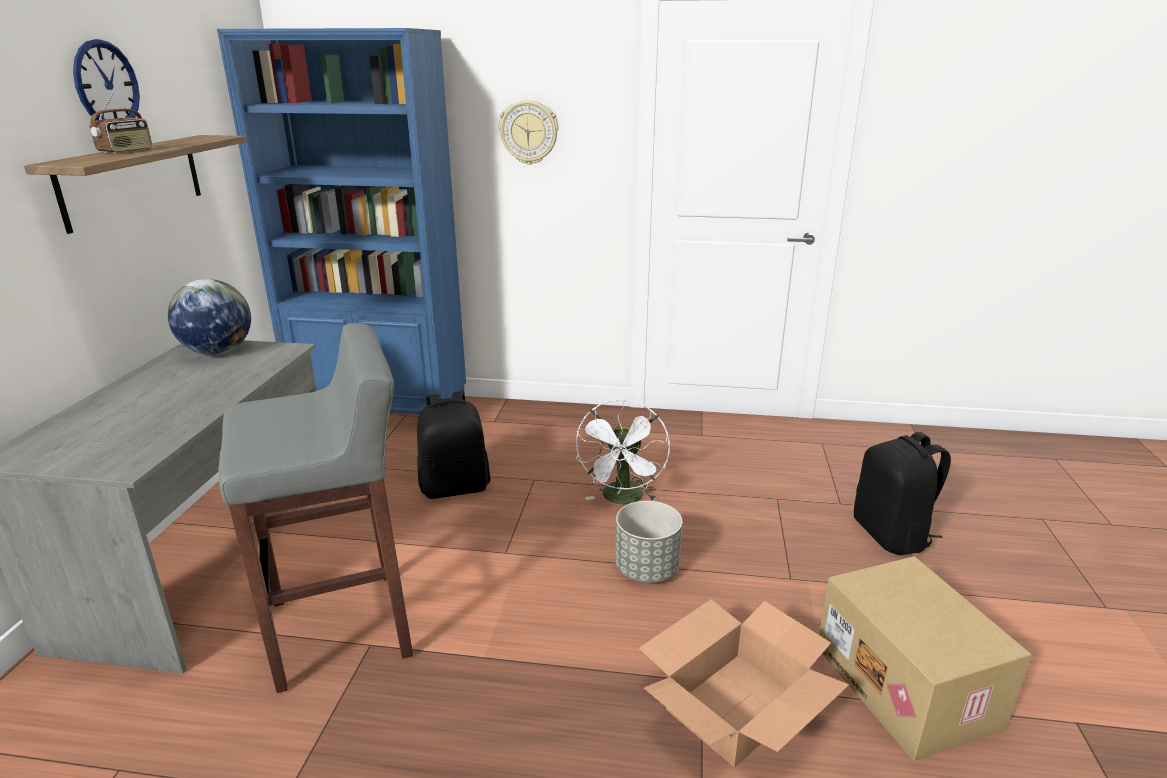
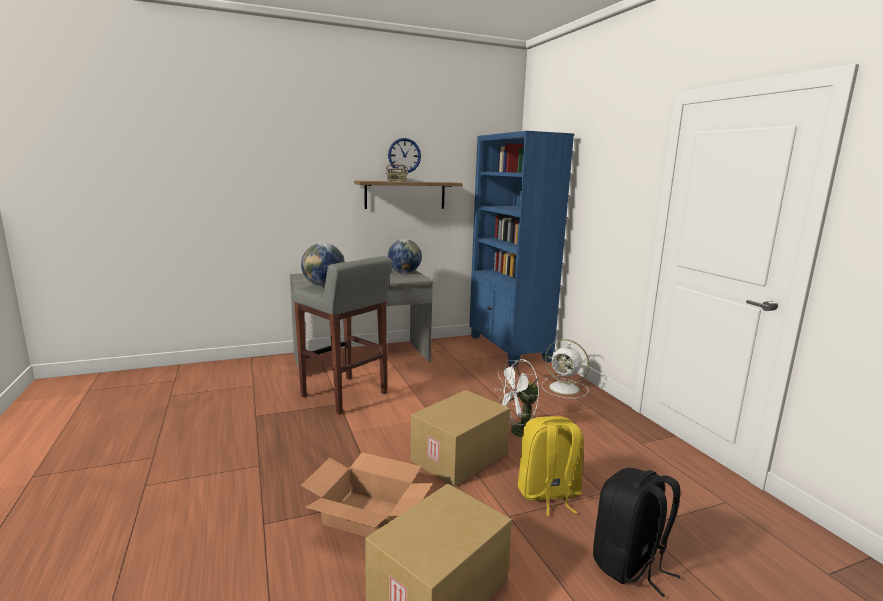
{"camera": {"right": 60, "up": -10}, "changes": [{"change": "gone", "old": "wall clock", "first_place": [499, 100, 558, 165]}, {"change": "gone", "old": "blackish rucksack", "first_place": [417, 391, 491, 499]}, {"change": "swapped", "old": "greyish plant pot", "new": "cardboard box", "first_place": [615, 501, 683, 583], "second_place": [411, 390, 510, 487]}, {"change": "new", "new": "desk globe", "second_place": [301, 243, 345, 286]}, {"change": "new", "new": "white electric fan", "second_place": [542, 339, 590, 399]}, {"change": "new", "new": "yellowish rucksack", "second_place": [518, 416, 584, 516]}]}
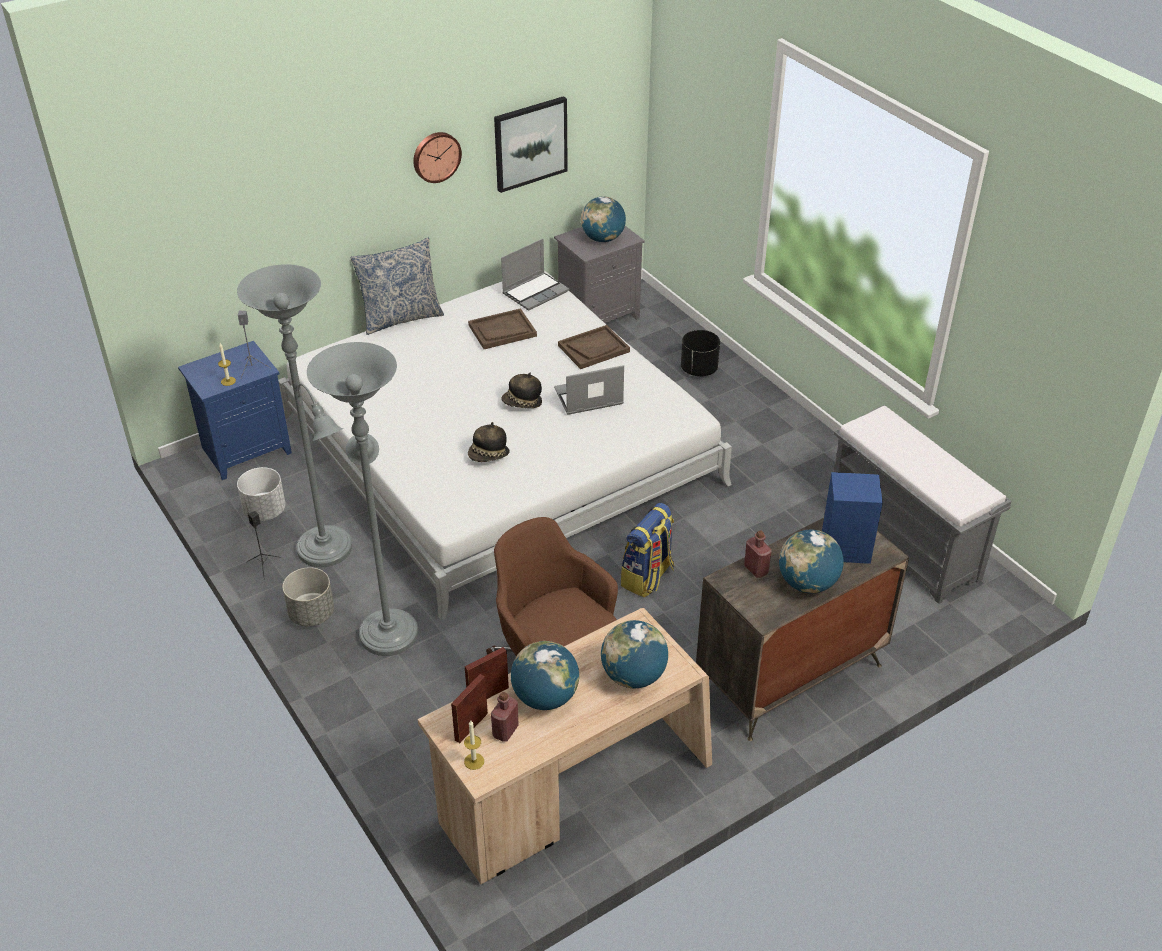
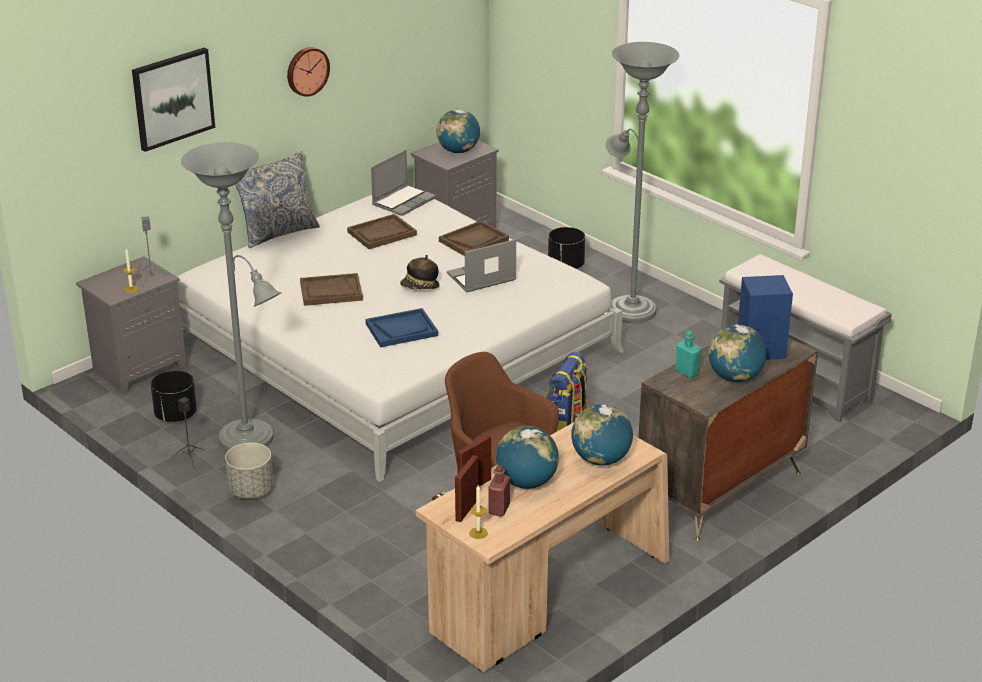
{"camera": {"right": -10, "up": -10}, "changes": [{"change": "shifted", "old": "wall picture", "first_place": [494, 96, 568, 193], "second_place": [132, 48, 215, 152]}, {"change": "repainted", "old": "bluish night table", "new": "greyish night table", "first_place": [178, 341, 292, 480], "second_place": [76, 256, 187, 395]}, {"change": "shifted", "old": "greyish floor lamp", "first_place": [307, 342, 418, 656], "second_place": [606, 42, 680, 323]}, {"change": "swapped", "old": "hat", "new": "bluish serving tray", "first_place": [468, 422, 510, 462], "second_place": [366, 308, 438, 347]}, {"change": "repainted", "old": "white plant pot", "new": "blackish plant pot", "first_place": [237, 467, 286, 521], "second_place": [150, 371, 197, 422]}, {"change": "repainted", "old": "red drink bottle", "new": "turquoise-coloured drink bottle", "first_place": [744, 530, 772, 578], "second_place": [675, 331, 701, 378]}, {"change": "new", "new": "brown serving tray", "second_place": [300, 273, 363, 306]}]}
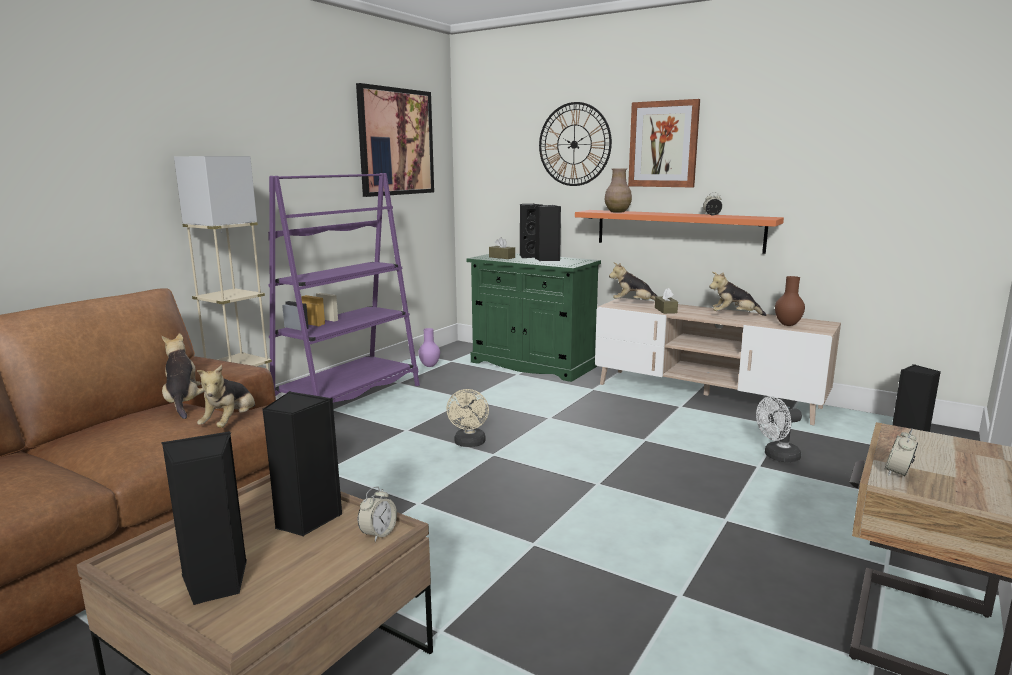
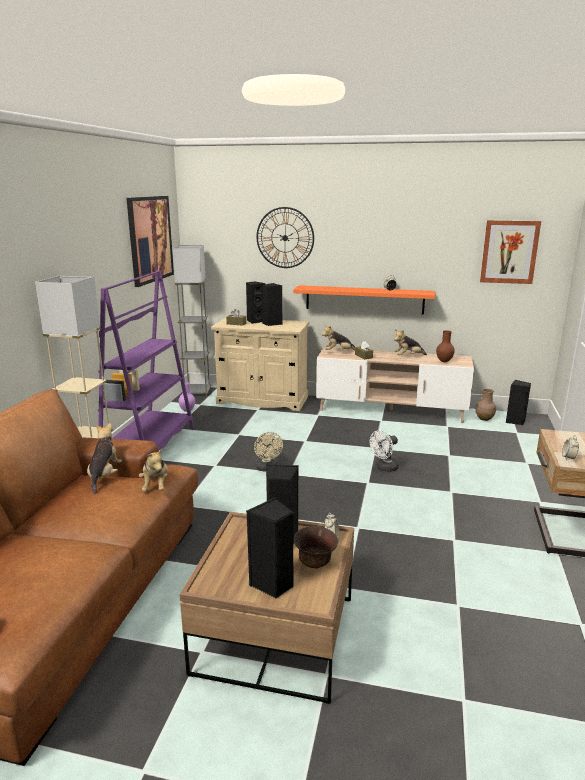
{"camera": {"right": -20, "up": 5}, "changes": [{"change": "shifted", "old": "wall picture", "first_place": [628, 99, 700, 188], "second_place": [480, 220, 541, 284]}, {"change": "shifted", "old": "brown vase", "first_place": [604, 168, 632, 213], "second_place": [475, 389, 496, 421]}, {"change": "repainted", "old": "greenish cabinet", "new": "beige-coloured cabinet", "first_place": [467, 253, 601, 382], "second_place": [211, 317, 309, 411]}, {"change": "rotated", "old": "plush toy", "first_place": [162, 333, 205, 419], "second_place": [87, 423, 122, 494], "degrees": 45}, {"change": "shifted", "old": "white electric fan", "first_place": [756, 396, 802, 462], "second_place": [370, 430, 399, 472]}, {"change": "new", "new": "greyish floor lamp", "second_place": [173, 245, 211, 397]}, {"change": "new", "new": "brown deep dish", "second_place": [294, 526, 338, 568]}]}
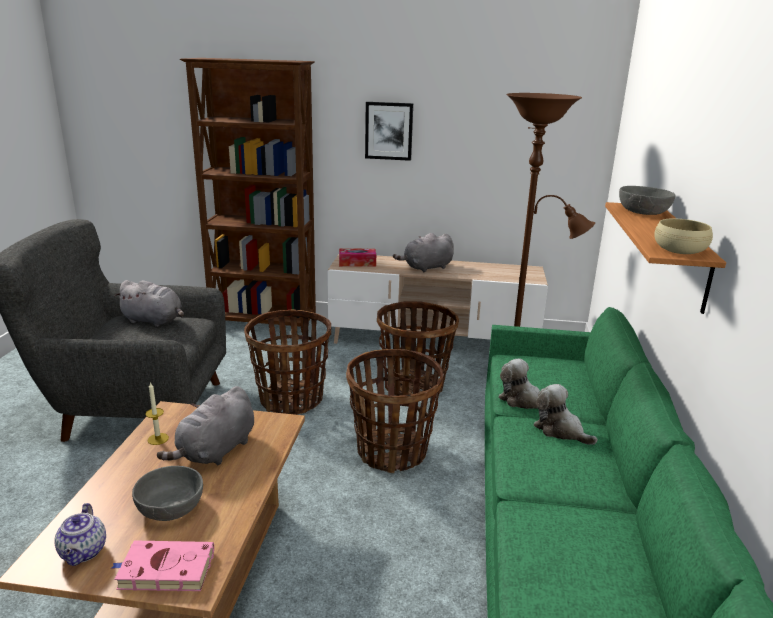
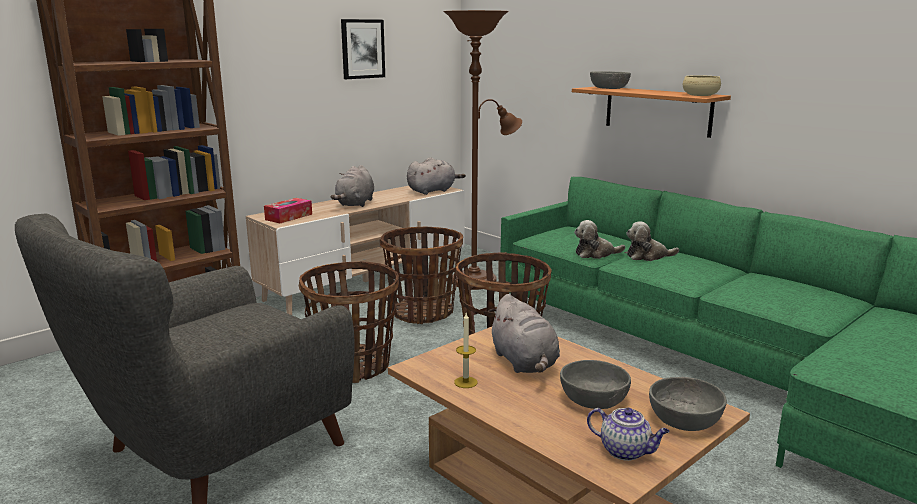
{"camera": {"right": -50, "up": -5}, "changes": [{"change": "shifted", "old": "wall picture", "first_place": [365, 102, 413, 161], "second_place": [341, 19, 385, 79]}, {"change": "shifted", "old": "greyish plush toy", "first_place": [114, 280, 184, 327], "second_place": [407, 157, 466, 195]}, {"change": "swapped", "old": "pink book", "new": "greyish deep dish", "first_place": [111, 540, 214, 591], "second_place": [649, 377, 727, 431]}]}
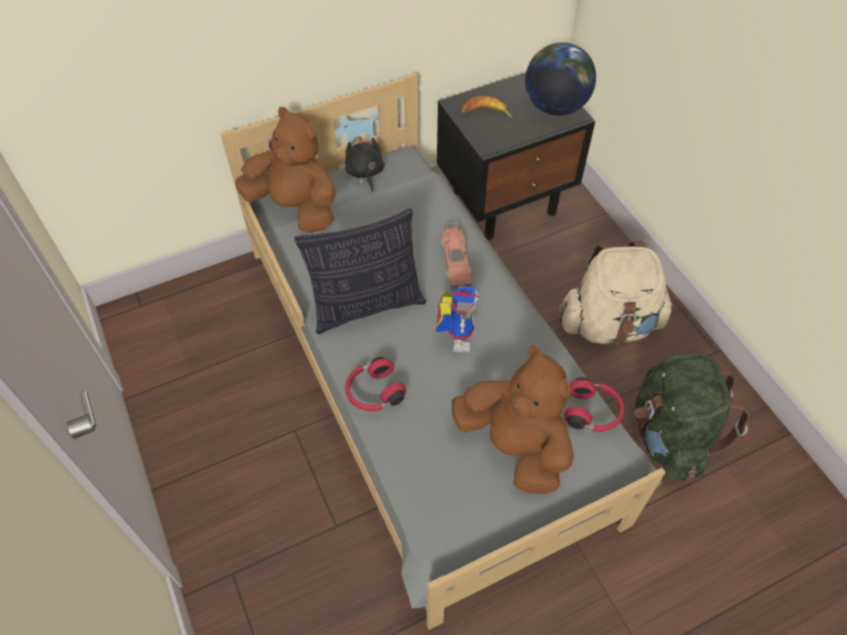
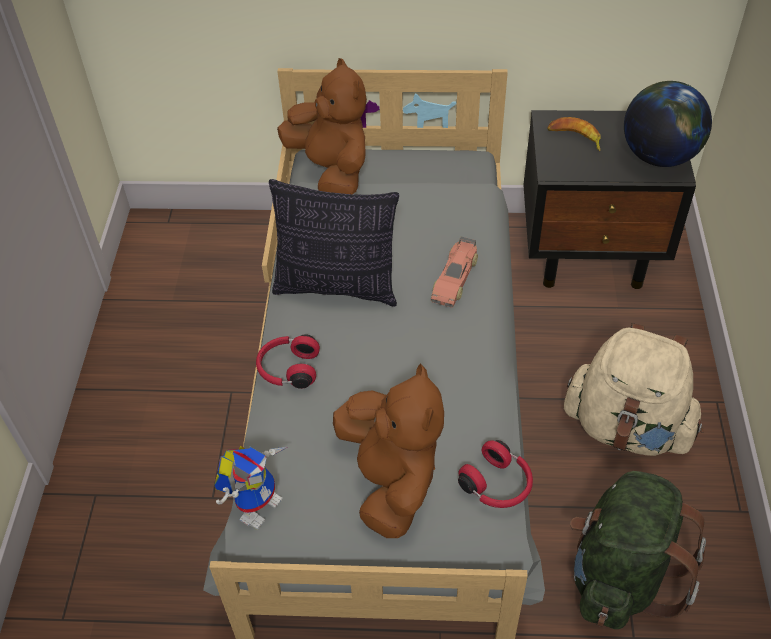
{"camera": {"right": 30, "up": -5}, "changes": [{"change": "gone", "old": "blackish plush toy", "first_place": [345, 136, 384, 192]}, {"change": "shifted", "old": "toy robot", "first_place": [436, 285, 479, 352], "second_place": [215, 445, 287, 530]}]}
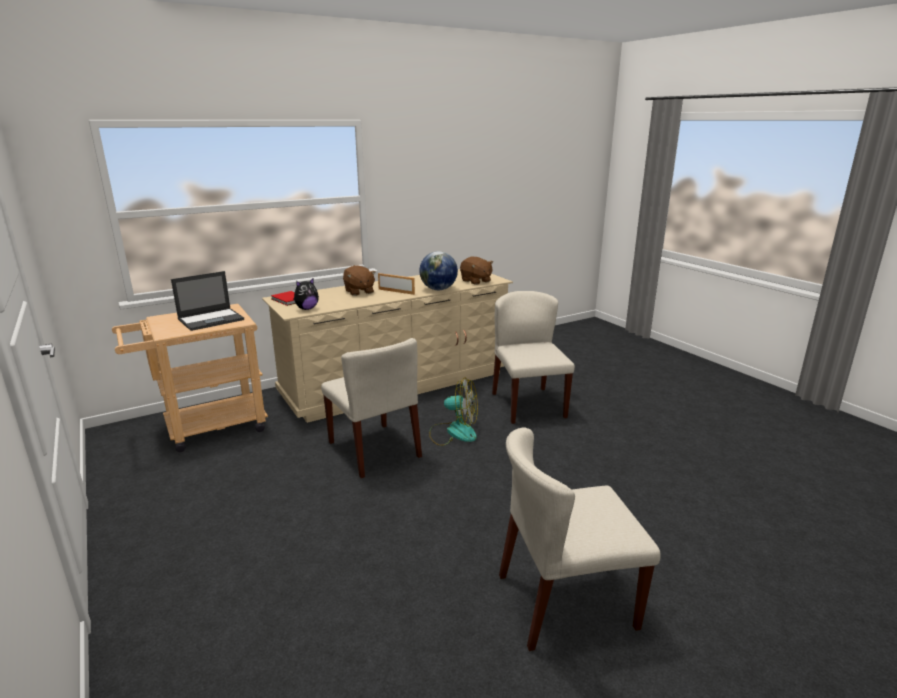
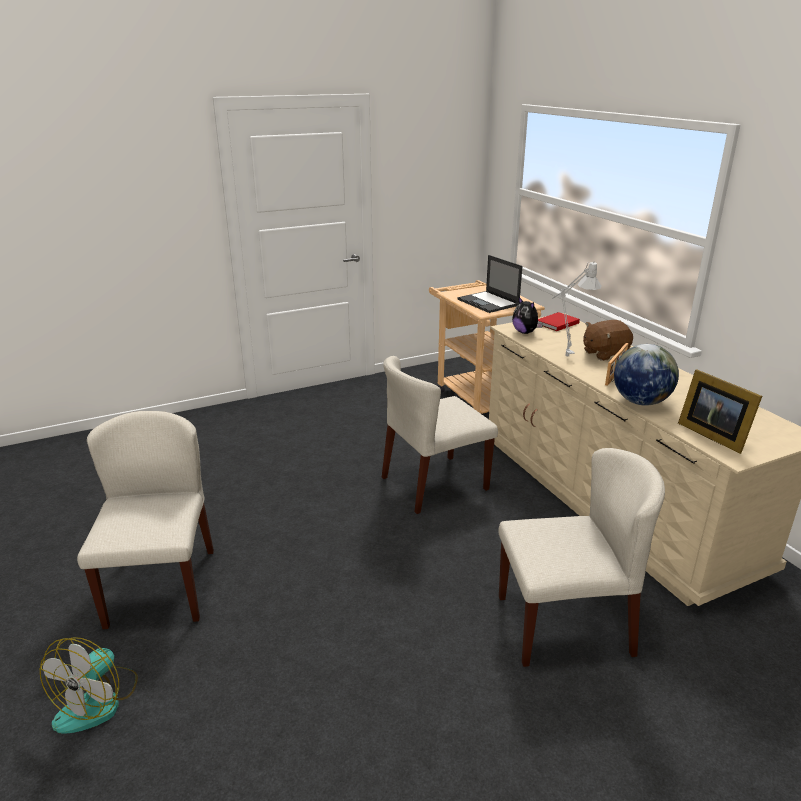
{"camera": {"right": 95, "up": 5}, "changes": [{"change": "swapped", "old": "brown plush toy", "new": "picture frame", "first_place": [460, 257, 493, 285], "second_place": [678, 369, 762, 454]}, {"change": "shifted", "old": "electric fan", "first_place": [429, 378, 478, 446], "second_place": [40, 637, 138, 734]}, {"change": "new", "new": "greyish table lamp", "second_place": [552, 261, 602, 357]}]}
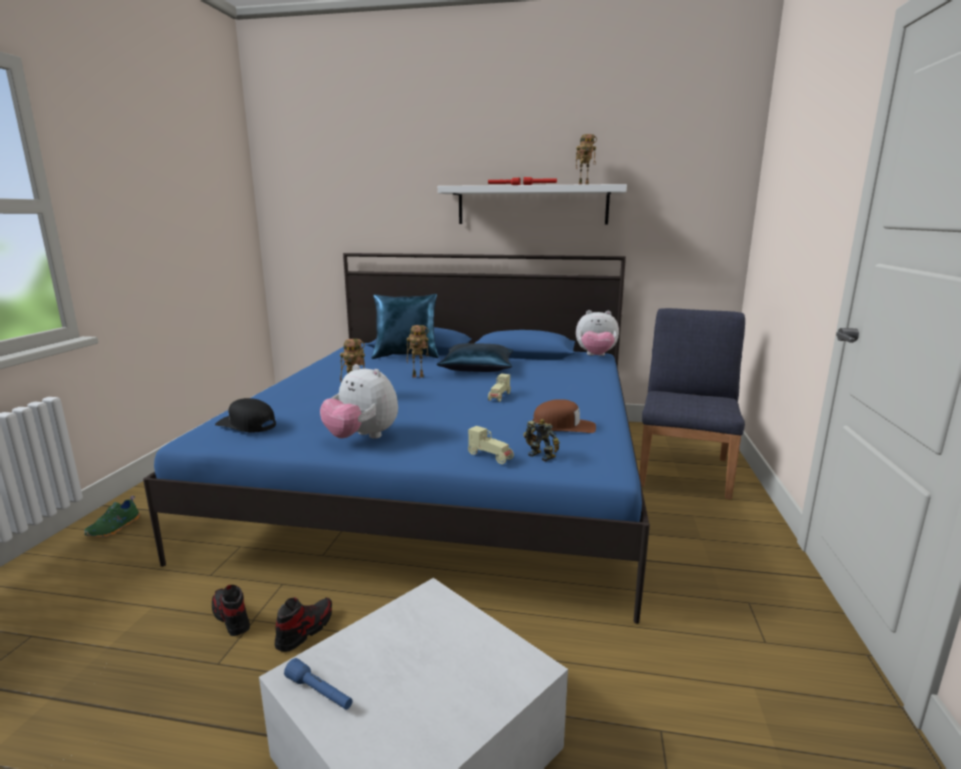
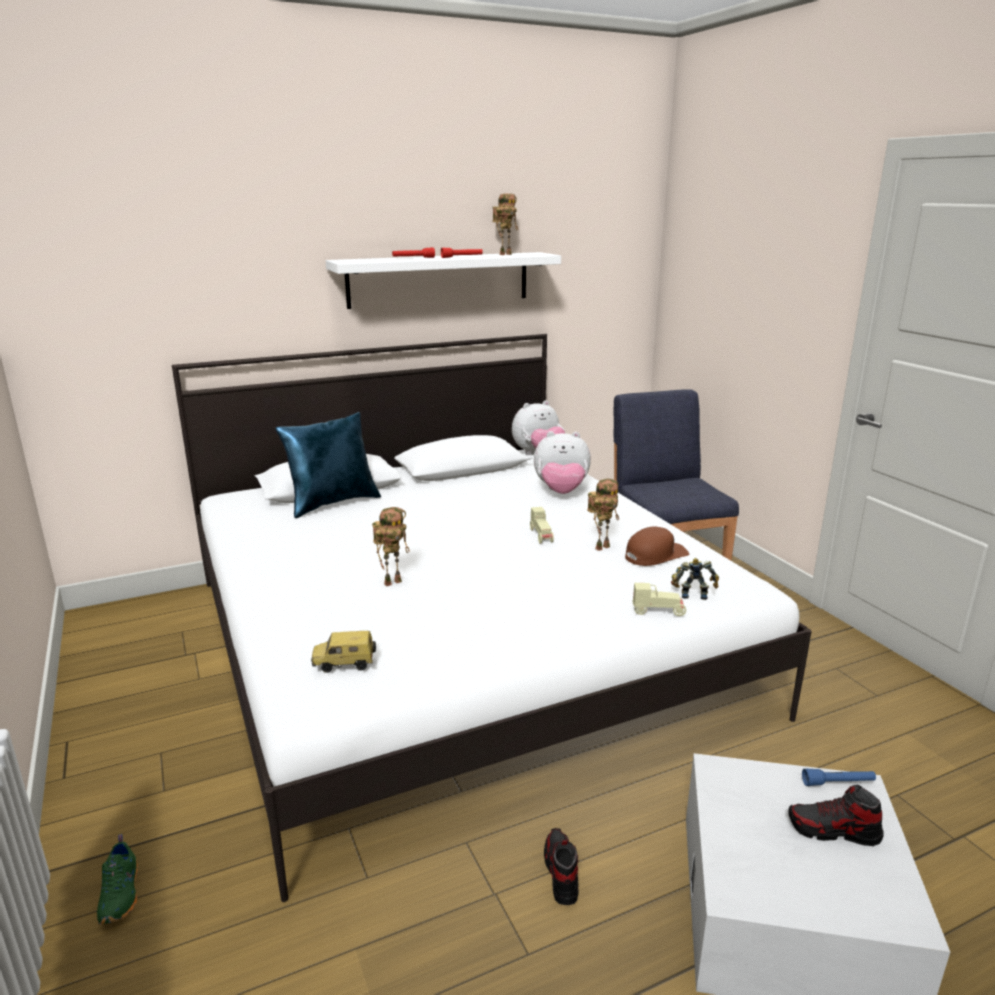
{"camera": {"right": -35, "up": 5}, "changes": [{"change": "repainted", "old": "bluish sleeping bed", "new": "white sleeping bed", "first_place": [143, 253, 650, 624], "second_place": [172, 334, 812, 902]}, {"change": "shifted", "old": "toy robot", "first_place": [407, 325, 429, 378], "second_place": [587, 479, 619, 551]}, {"change": "gone", "old": "bluish throw pillow", "first_place": [436, 343, 513, 372]}, {"change": "shifted", "old": "plush toy", "first_place": [320, 364, 398, 439], "second_place": [534, 431, 591, 494]}, {"change": "swapped", "old": "blackish peaked cap", "new": "miniature car", "first_place": [215, 398, 276, 433], "second_place": [311, 631, 376, 673]}, {"change": "shifted", "old": "low shoe", "first_place": [212, 585, 250, 636], "second_place": [788, 785, 884, 846]}, {"change": "shifted", "old": "bluish torch", "first_place": [284, 658, 353, 710], "second_place": [802, 769, 876, 786]}]}
